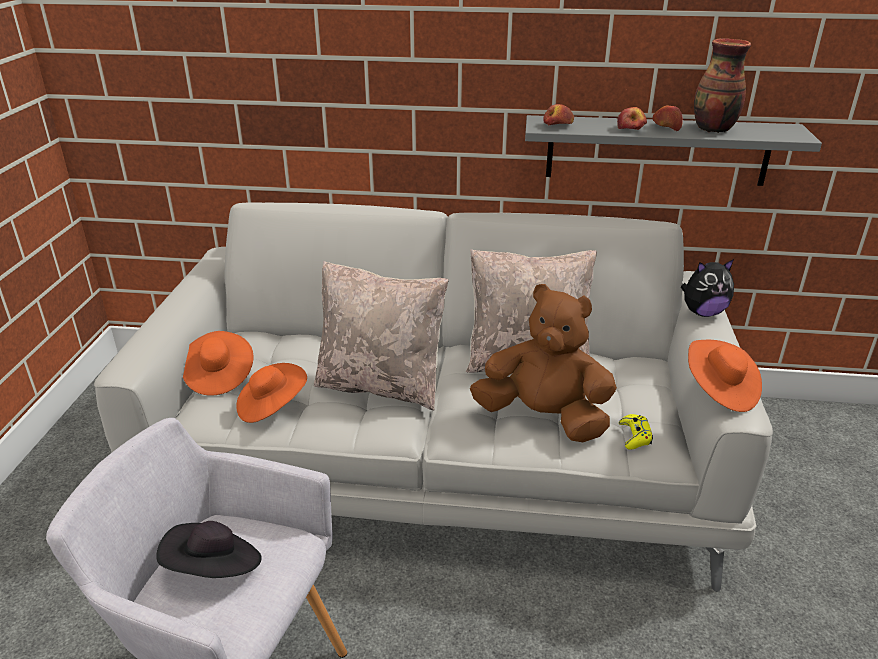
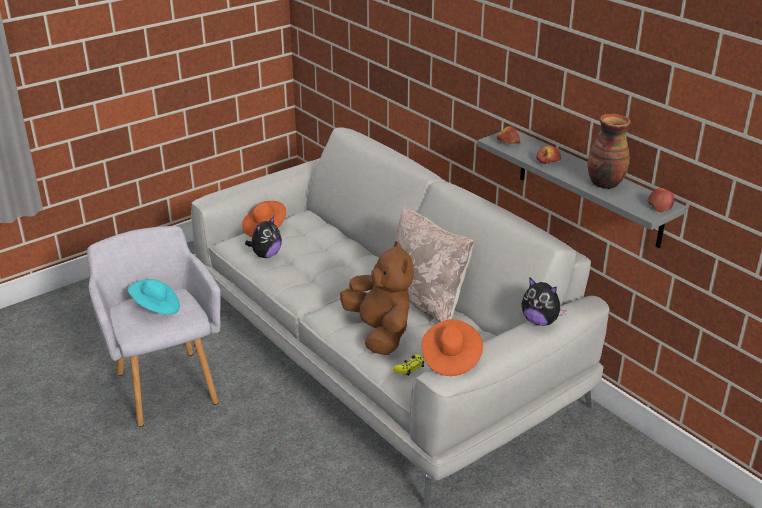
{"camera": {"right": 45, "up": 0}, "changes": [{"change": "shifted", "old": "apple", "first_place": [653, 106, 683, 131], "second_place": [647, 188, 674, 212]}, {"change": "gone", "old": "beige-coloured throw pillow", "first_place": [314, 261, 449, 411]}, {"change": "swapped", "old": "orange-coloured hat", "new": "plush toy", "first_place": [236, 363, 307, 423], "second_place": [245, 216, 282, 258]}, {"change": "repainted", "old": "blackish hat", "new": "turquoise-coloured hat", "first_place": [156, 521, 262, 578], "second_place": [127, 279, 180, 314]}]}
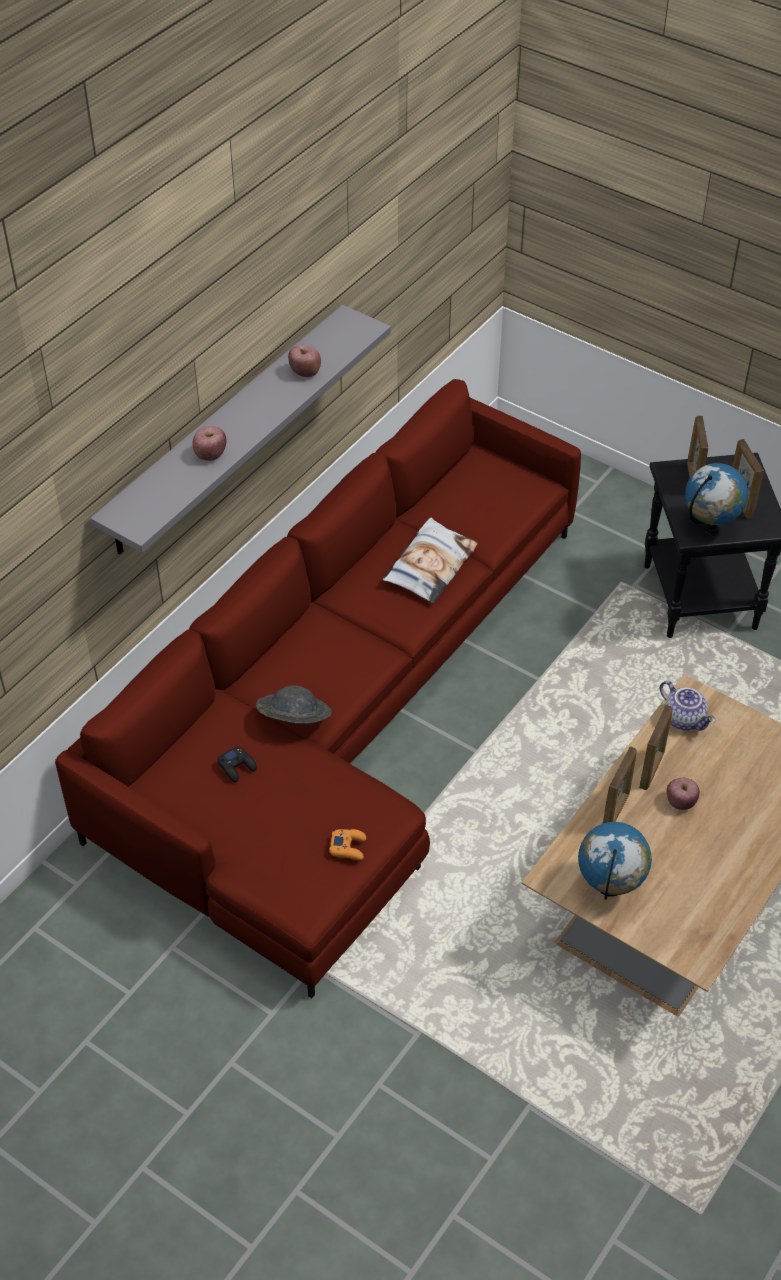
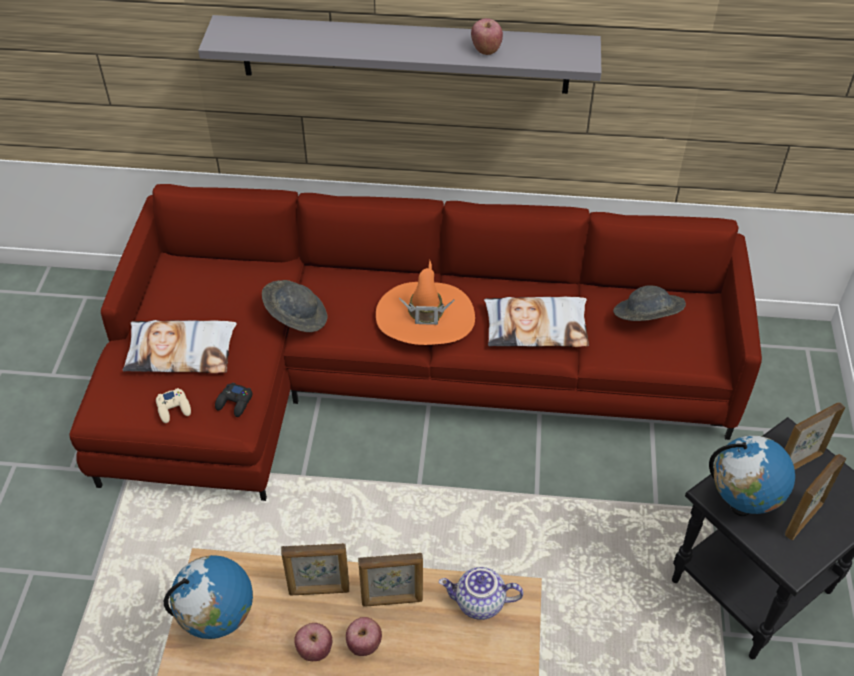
{"camera": {"right": 60, "up": 0}, "changes": [{"change": "shifted", "old": "apple", "first_place": [192, 426, 227, 461], "second_place": [294, 623, 332, 661]}, {"change": "rotated", "old": "teapot", "first_place": [660, 681, 715, 731], "second_place": [439, 567, 523, 620], "degrees": 75}, {"change": "shifted", "old": "blackish game controller", "first_place": [218, 746, 257, 782], "second_place": [215, 382, 253, 417]}, {"change": "repainted", "old": "orange-coloured game controller", "new": "beige-coloured game controller", "first_place": [329, 829, 366, 860], "second_place": [156, 388, 191, 423]}, {"change": "new", "new": "orange-coloured hat", "second_place": [376, 260, 475, 345]}, {"change": "new", "new": "greyish hat", "second_place": [613, 286, 686, 321]}, {"change": "new", "new": "throw pillow", "second_place": [123, 320, 237, 373]}]}
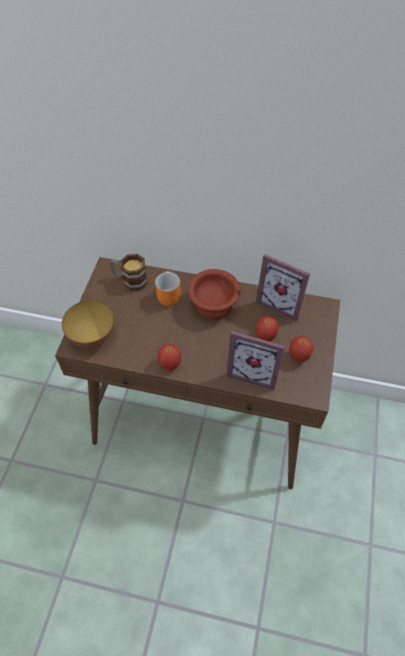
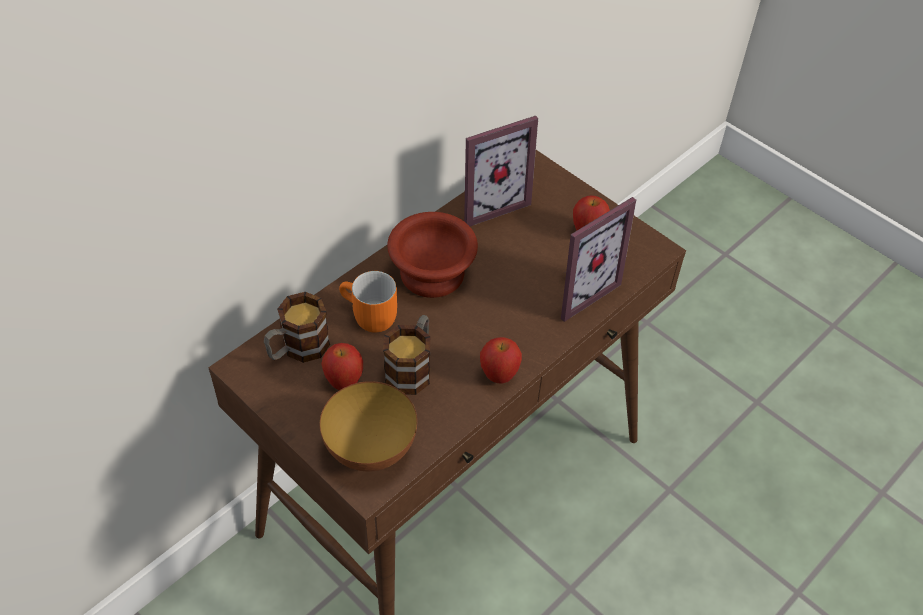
{"camera": {"right": -60, "up": -5}, "changes": [{"change": "shifted", "old": "apple", "first_place": [256, 317, 279, 342], "second_place": [321, 343, 363, 390]}, {"change": "new", "new": "tea mug", "second_place": [383, 315, 430, 395]}]}
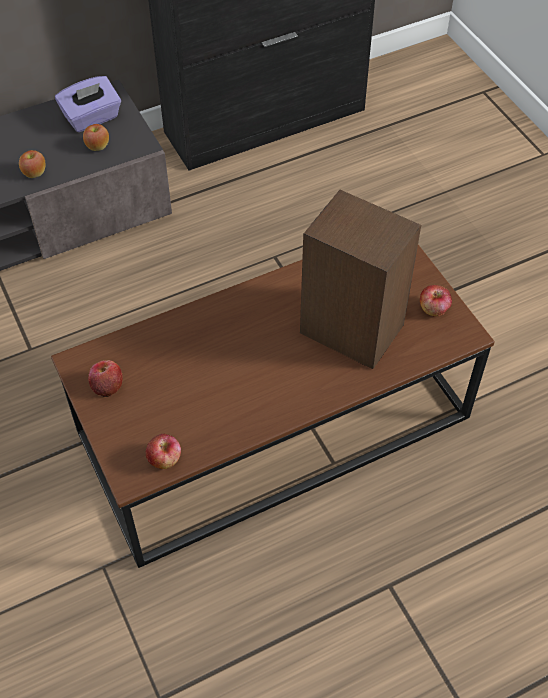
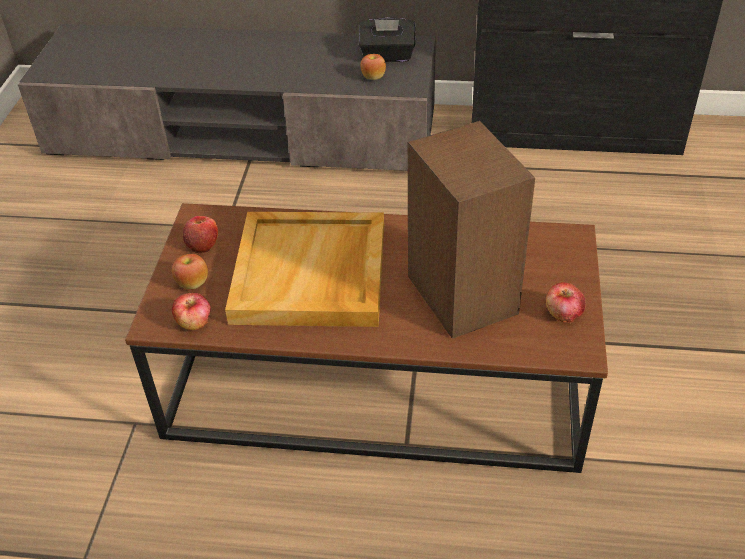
{"camera": {"right": 35, "up": -10}, "changes": [{"change": "repainted", "old": "purplish tissue holder", "new": "blackish tissue holder", "first_place": [55, 76, 121, 132], "second_place": [359, 18, 415, 62]}, {"change": "shifted", "old": "apple", "first_place": [19, 150, 46, 178], "second_place": [172, 254, 208, 289]}, {"change": "new", "new": "beige-coloured serving tray", "second_place": [225, 212, 384, 327]}]}
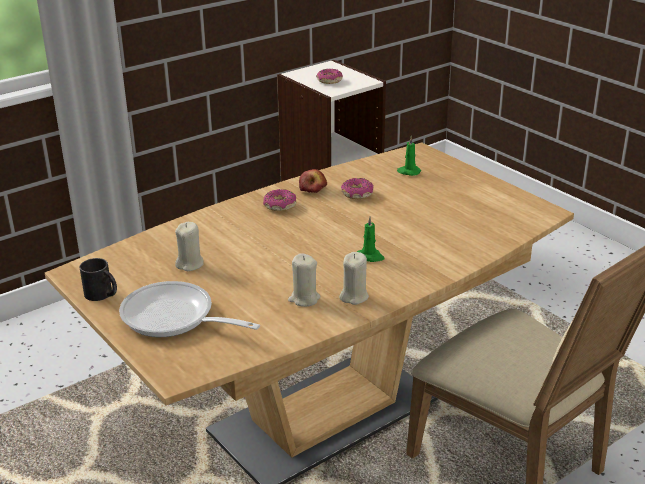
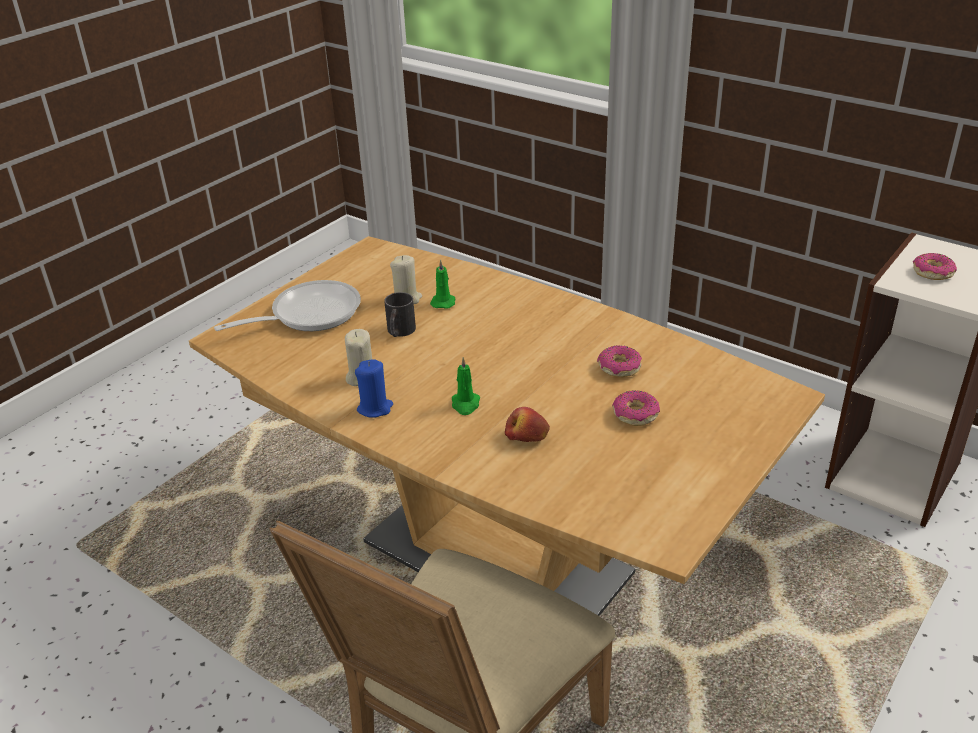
{"camera": {"right": 75, "up": 5}, "changes": [{"change": "shifted", "old": "greenish candle", "first_place": [397, 136, 421, 176], "second_place": [430, 259, 456, 309]}, {"change": "shifted", "old": "apple", "first_place": [299, 169, 327, 193], "second_place": [505, 407, 550, 442]}, {"change": "shifted", "old": "donut", "first_place": [263, 189, 296, 211], "second_place": [612, 390, 660, 426]}, {"change": "repainted", "old": "beige-coloured candle", "new": "bluish candle", "first_place": [339, 252, 369, 305], "second_place": [355, 359, 393, 418]}, {"change": "shifted", "old": "blackish tea mug", "first_place": [79, 258, 117, 301], "second_place": [384, 292, 416, 337]}, {"change": "rotated", "old": "skillet", "first_place": [119, 281, 260, 337], "second_place": [214, 280, 361, 331], "degrees": 45}]}
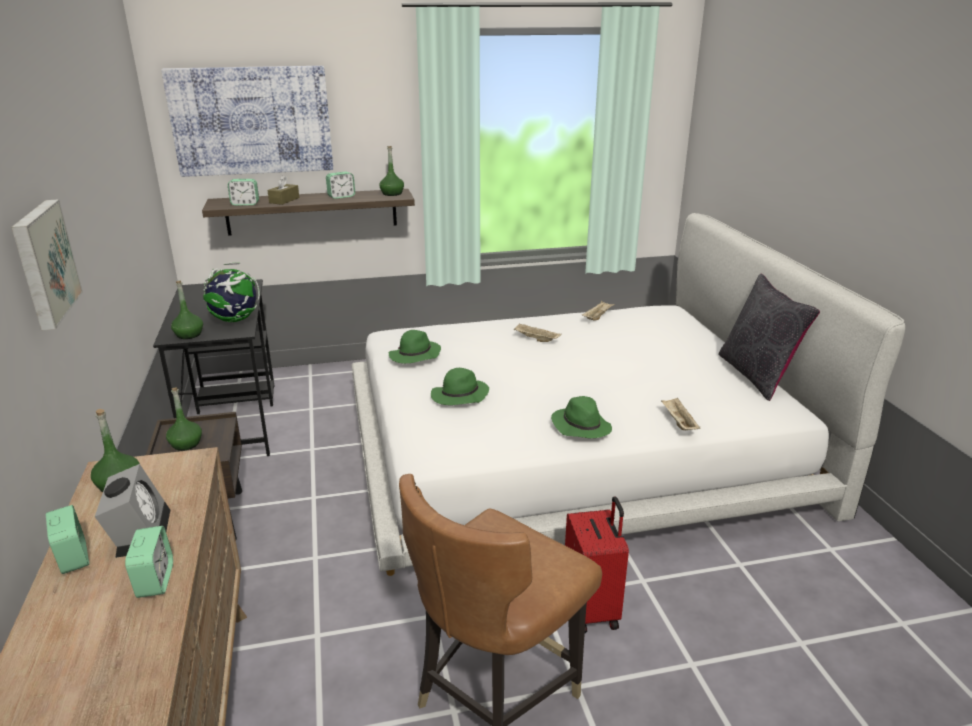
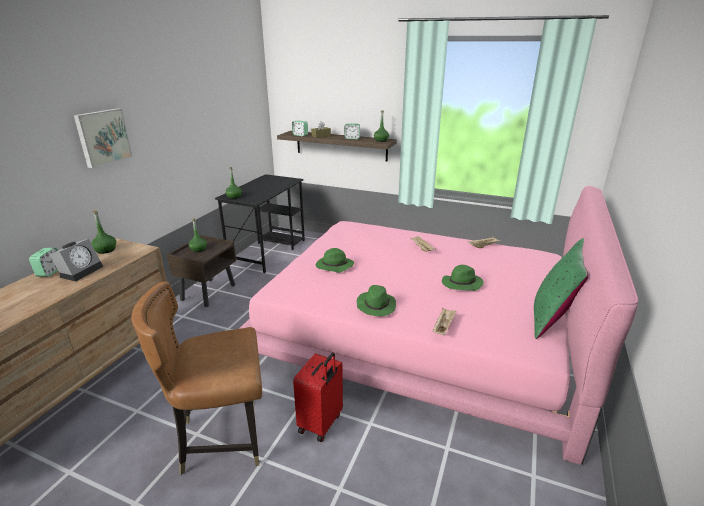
{"camera": {"right": 35, "up": 0}, "changes": [{"change": "gone", "old": "wall picture", "first_place": [161, 66, 333, 177]}, {"change": "repainted", "old": "white sleeping bed", "new": "pink sleeping bed", "first_place": [352, 213, 905, 576], "second_place": [239, 186, 638, 465]}, {"change": "gone", "old": "desk globe", "first_place": [203, 262, 260, 322]}, {"change": "repainted", "old": "blackish throw pillow", "new": "greenish throw pillow", "first_place": [718, 274, 820, 401], "second_place": [534, 238, 589, 339]}, {"change": "shifted", "old": "greenish hat", "first_place": [389, 330, 441, 363], "second_place": [442, 265, 484, 291]}, {"change": "gone", "old": "alarm clock", "first_place": [125, 526, 173, 598]}]}
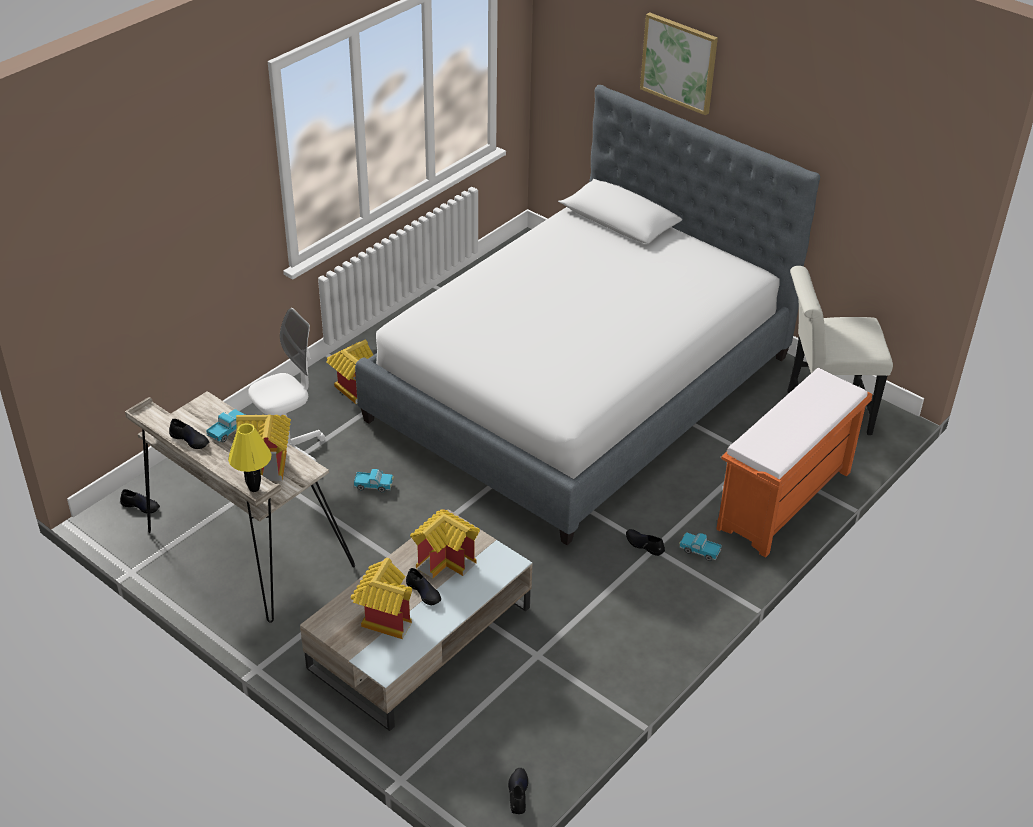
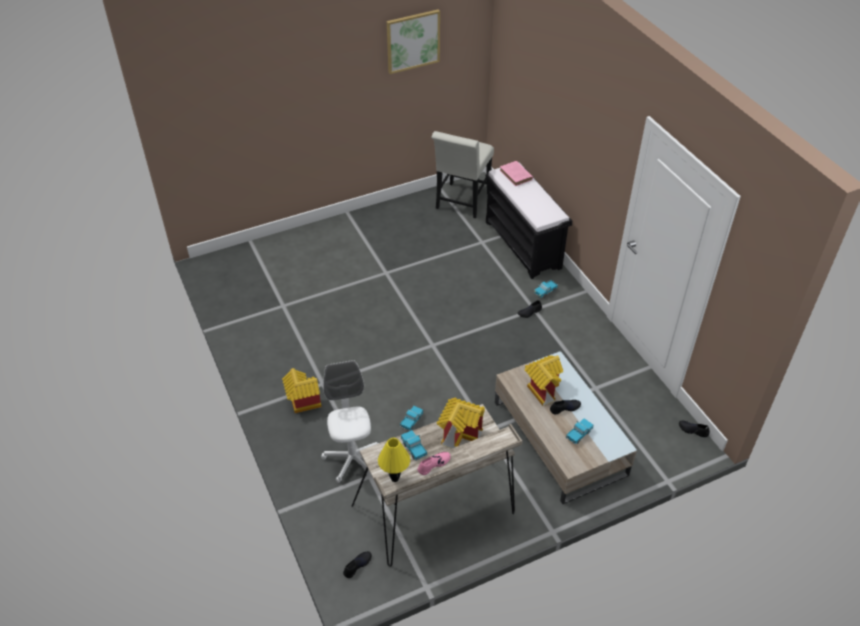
{"camera": {"right": -65, "up": 5}, "changes": [{"change": "shifted", "old": "wall picture", "first_place": [640, 12, 718, 116], "second_place": [387, 9, 440, 74]}, {"change": "gone", "old": "sleeping bed", "first_place": [355, 85, 820, 545]}, {"change": "repainted", "old": "orange-coloured indoor bench", "new": "blackish indoor bench", "first_place": [716, 368, 872, 558], "second_place": [486, 162, 572, 279]}, {"change": "repainted", "old": "blackish low shoe", "new": "pink low shoe", "first_place": [169, 419, 209, 449], "second_place": [418, 452, 451, 475]}, {"change": "shifted", "old": "yellowish table lamp", "first_place": [228, 423, 272, 492], "second_place": [378, 438, 410, 482]}, {"change": "swapped", "old": "miniature house", "new": "toy truck", "first_place": [351, 558, 412, 639], "second_place": [566, 418, 594, 445]}, {"change": "new", "new": "pink book", "second_place": [499, 161, 533, 186]}]}
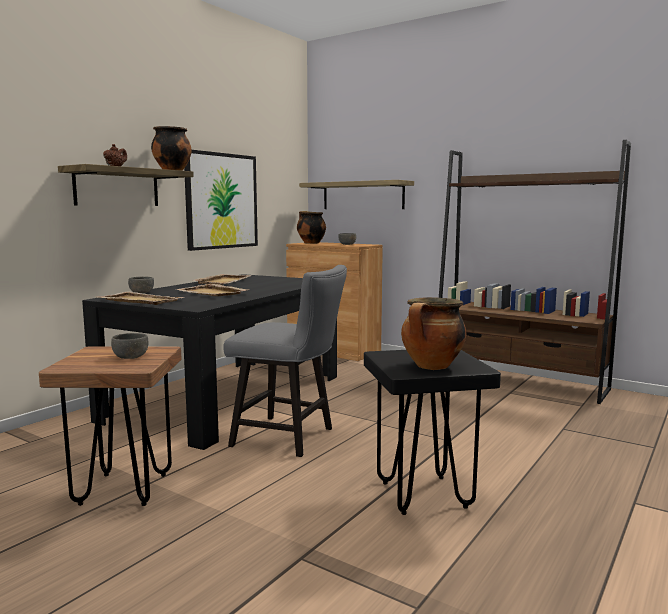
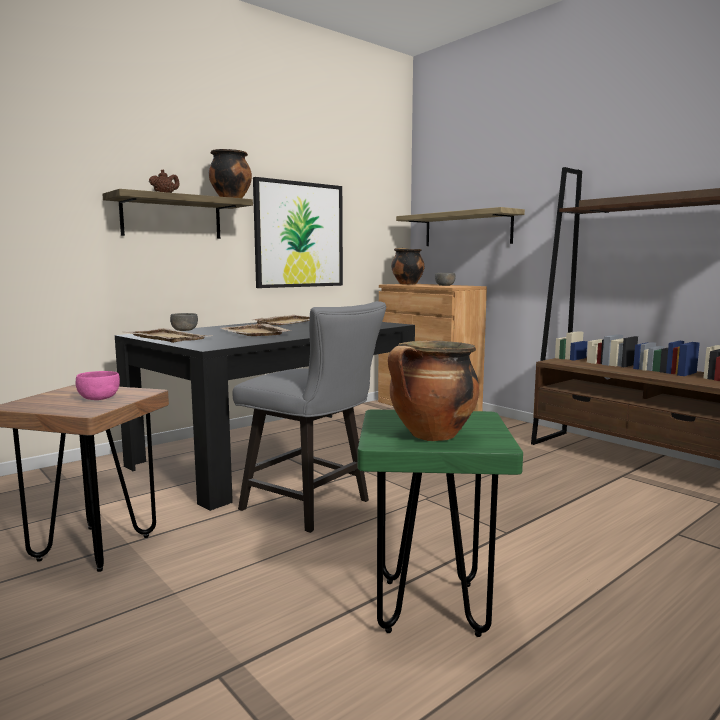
{"camera": {"right": 15, "up": 0}, "changes": [{"change": "repainted", "old": "greyish deep dish", "new": "pink deep dish", "first_place": [111, 333, 149, 359], "second_place": [76, 371, 120, 400]}, {"change": "repainted", "old": "blackish stool seat", "new": "greenish stool seat", "first_place": [364, 350, 501, 515], "second_place": [357, 409, 523, 637]}]}
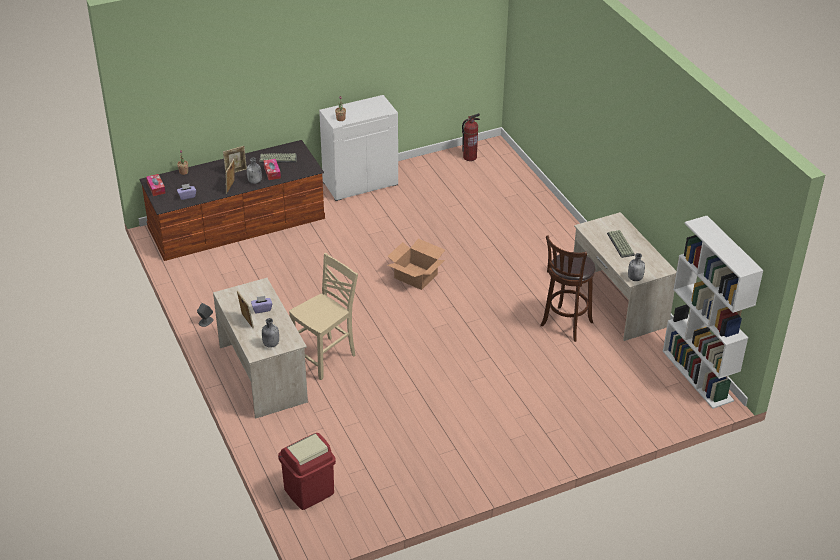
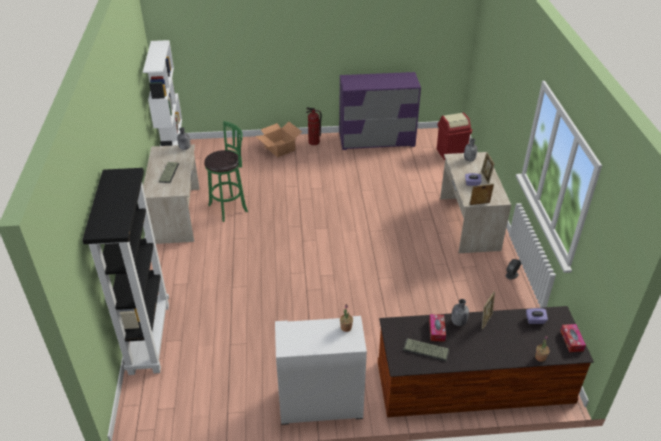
{"camera": {"right": -160, "up": 0}, "changes": [{"change": "shifted", "old": "extinguisher", "first_place": [462, 113, 480, 161], "second_place": [306, 107, 322, 145]}, {"change": "shifted", "old": "picture frame", "first_place": [223, 146, 247, 173], "second_place": [469, 183, 494, 205]}, {"change": "repainted", "old": "brown stool seat", "new": "greenish stool seat", "first_place": [540, 235, 595, 342], "second_place": [204, 121, 248, 222]}, {"change": "shifted", "old": "cardboard box", "first_place": [387, 239, 445, 290], "second_place": [255, 122, 302, 157]}, {"change": "gone", "old": "beige-coloured chair", "first_place": [289, 253, 358, 380]}, {"change": "new", "new": "purplish drawer chest", "second_place": [339, 72, 421, 150]}, {"change": "new", "new": "blackish bookshelf", "second_place": [82, 168, 169, 375]}]}
